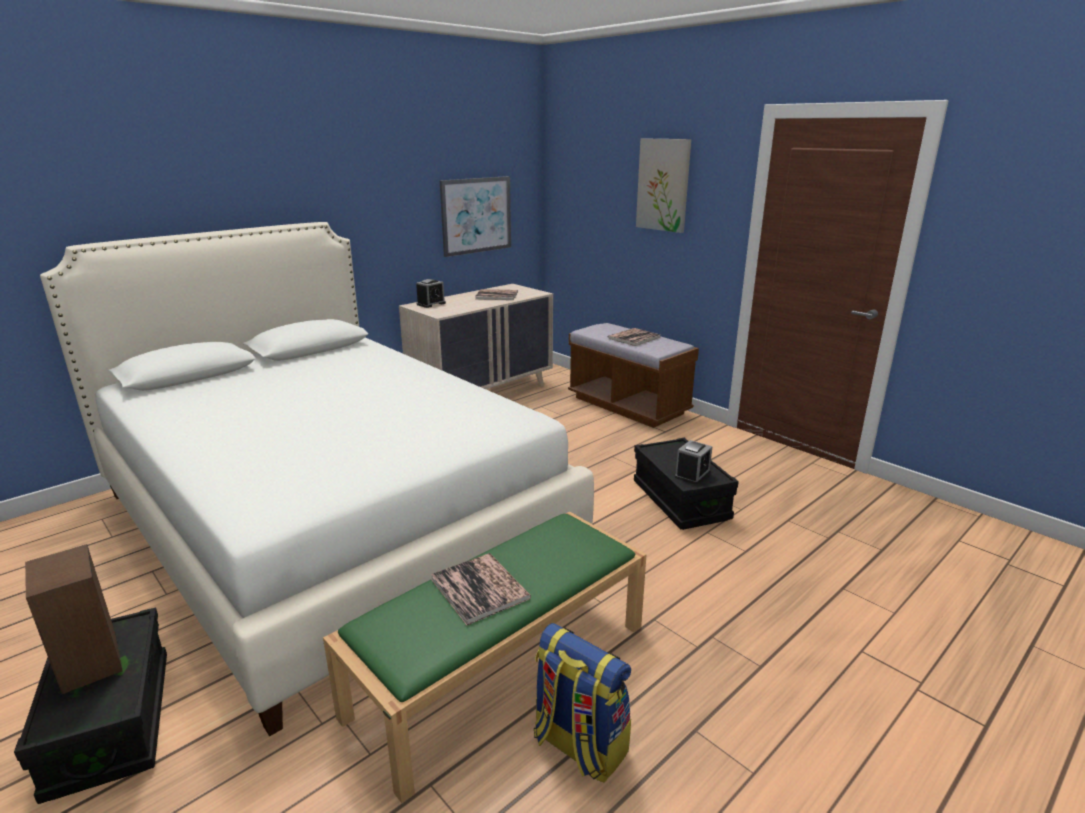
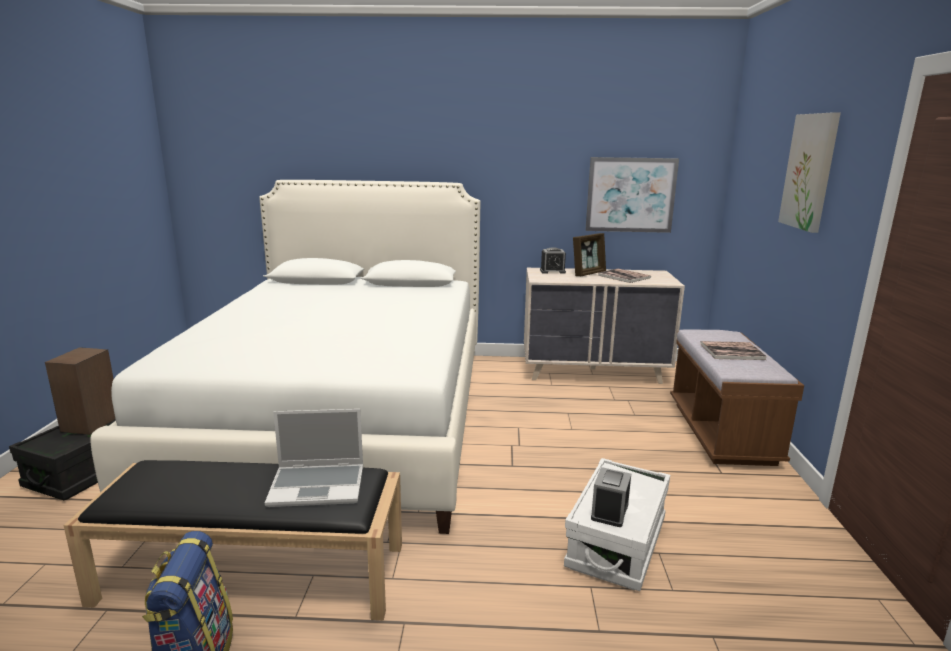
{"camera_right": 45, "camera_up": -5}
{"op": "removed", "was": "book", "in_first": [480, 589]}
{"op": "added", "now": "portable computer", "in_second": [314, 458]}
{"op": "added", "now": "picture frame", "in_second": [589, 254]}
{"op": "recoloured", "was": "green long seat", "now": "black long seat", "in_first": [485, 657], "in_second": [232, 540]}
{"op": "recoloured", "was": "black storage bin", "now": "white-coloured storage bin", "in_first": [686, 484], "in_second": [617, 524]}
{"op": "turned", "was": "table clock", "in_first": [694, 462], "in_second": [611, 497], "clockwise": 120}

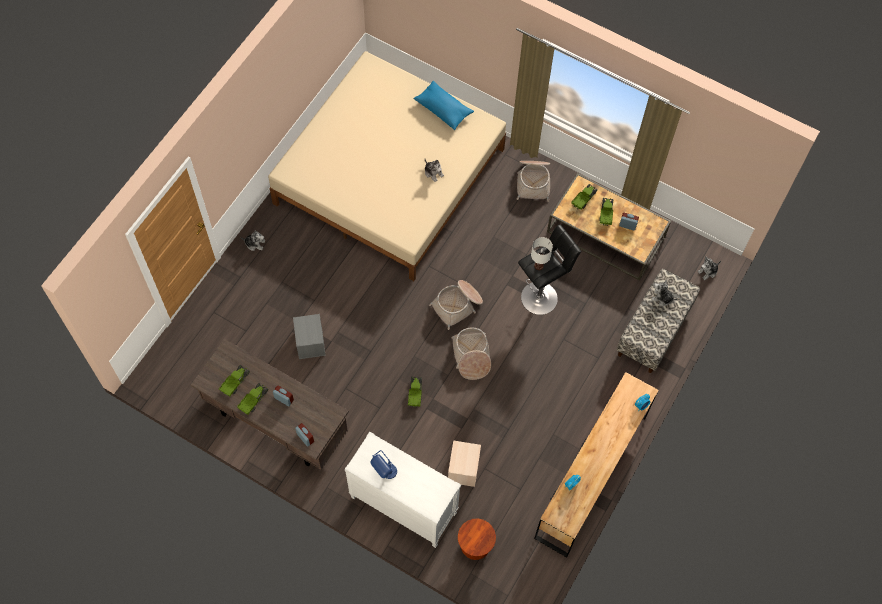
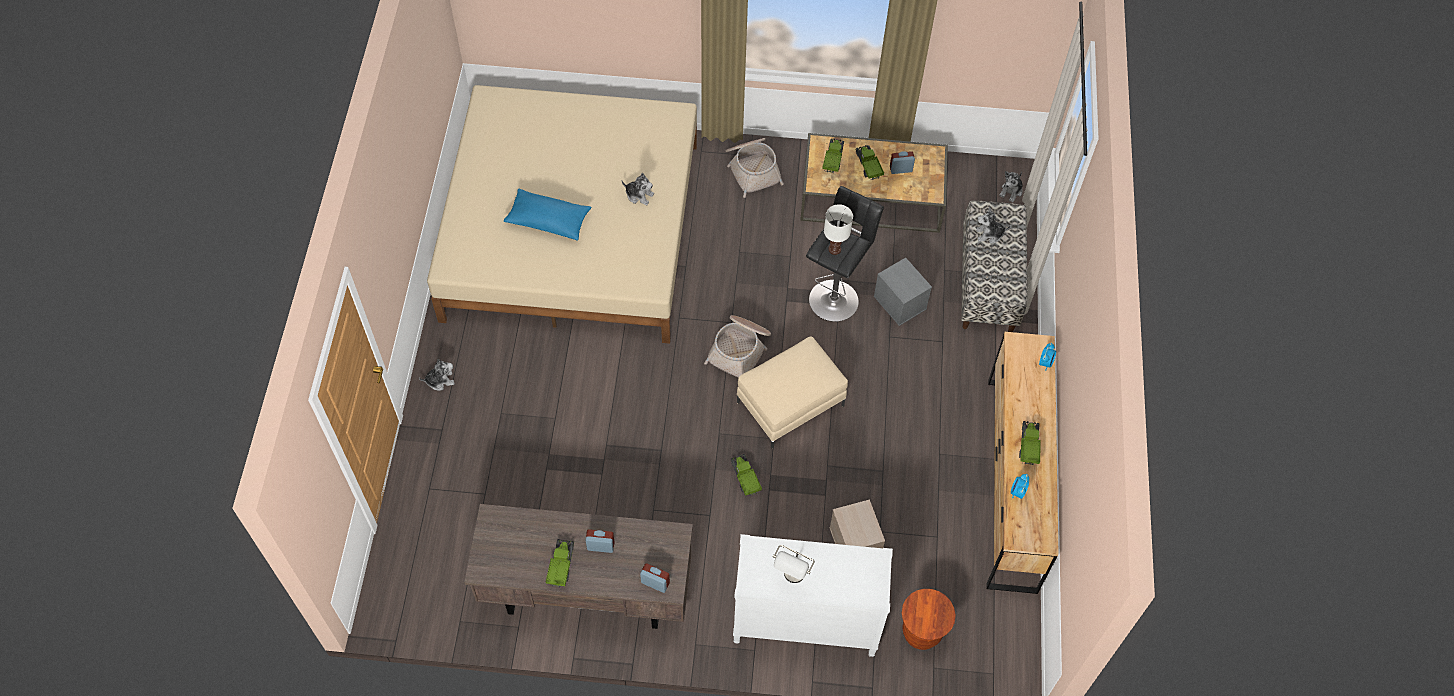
{"camera_right": -25, "camera_up": -5}
{"op": "moved", "was": "model truck", "in_first": [234, 381], "in_second": [1030, 443]}
{"op": "moved", "was": "greyish storage bin", "in_first": [309, 336], "in_second": [903, 292]}
{"op": "moved", "was": "bluish cushion", "in_first": [444, 105], "in_second": [547, 214]}
{"op": "replaced", "was": "storage basket", "now": "beige-coloured footrest", "in_first": [471, 354], "in_second": [792, 392]}
{"op": "recoloured", "was": "bluish table lamp", "now": "greyish table lamp", "in_first": [383, 464], "in_second": [794, 564]}

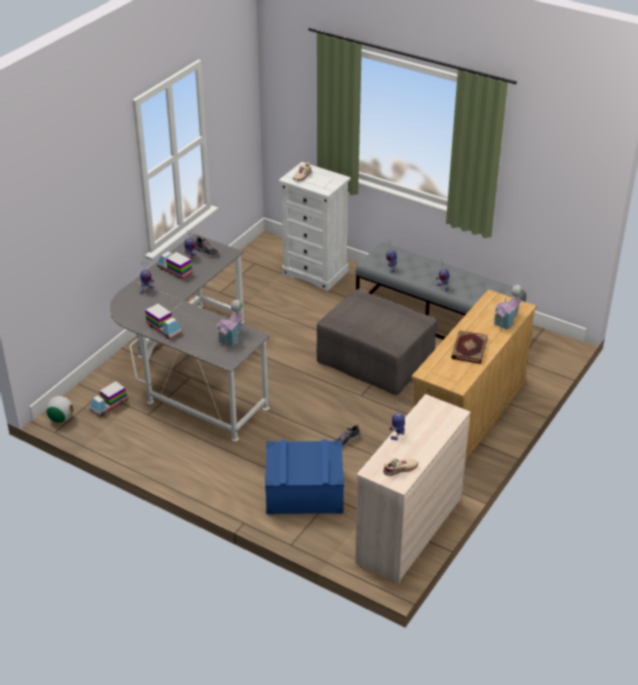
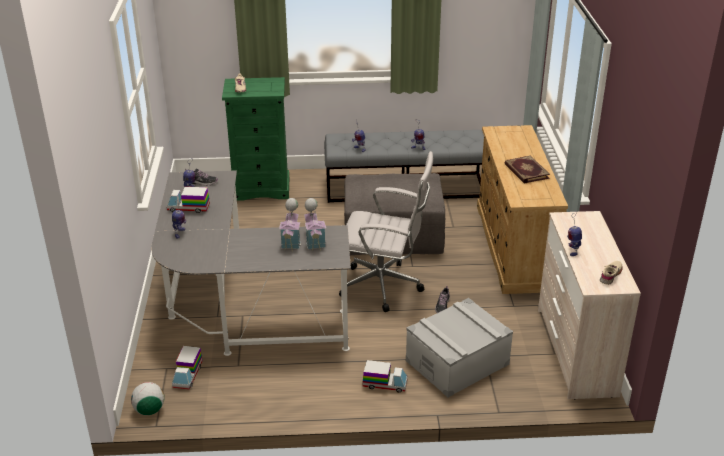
{"camera_right": -35, "camera_up": -5}
{"op": "added", "now": "white-coloured computer chair", "in_second": [386, 231]}
{"op": "moved", "was": "model truck", "in_first": [163, 321], "in_second": [385, 376]}
{"op": "moved", "was": "toy house", "in_first": [508, 307], "in_second": [290, 225]}
{"op": "recoloured", "was": "bluish storage bin", "now": "greyish storage bin", "in_first": [304, 477], "in_second": [459, 347]}
{"op": "recoloured", "was": "white-coloured dresser", "now": "green dresser", "in_first": [314, 226], "in_second": [255, 139]}

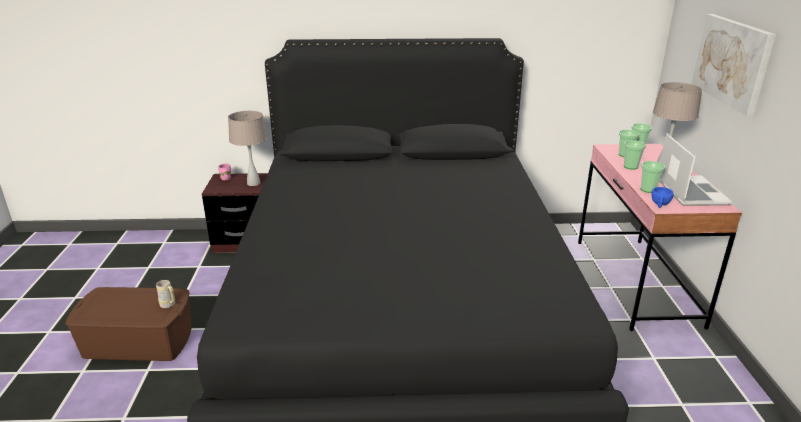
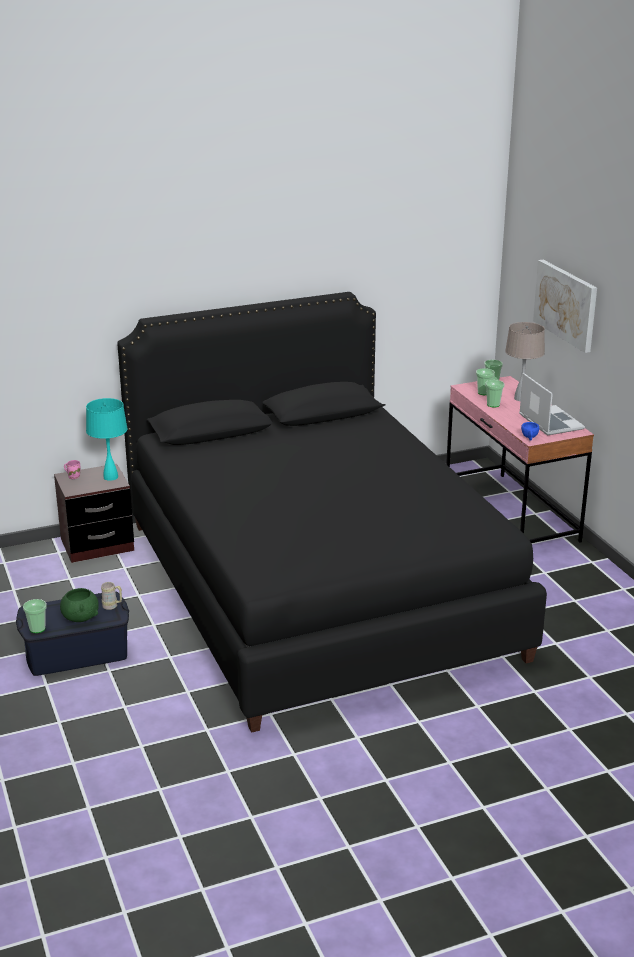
{"camera_right": -20, "camera_up": 0}
{"op": "added", "now": "green deep dish", "in_second": [79, 605]}
{"op": "moved", "was": "cup", "in_first": [653, 177], "in_second": [35, 616]}
{"op": "recoloured", "was": "brownish storage bin", "now": "bluish storage bin", "in_first": [129, 324], "in_second": [72, 633]}
{"op": "recoloured", "was": "beige-coloured table lamp", "now": "blue-green table lamp", "in_first": [247, 148], "in_second": [107, 439]}

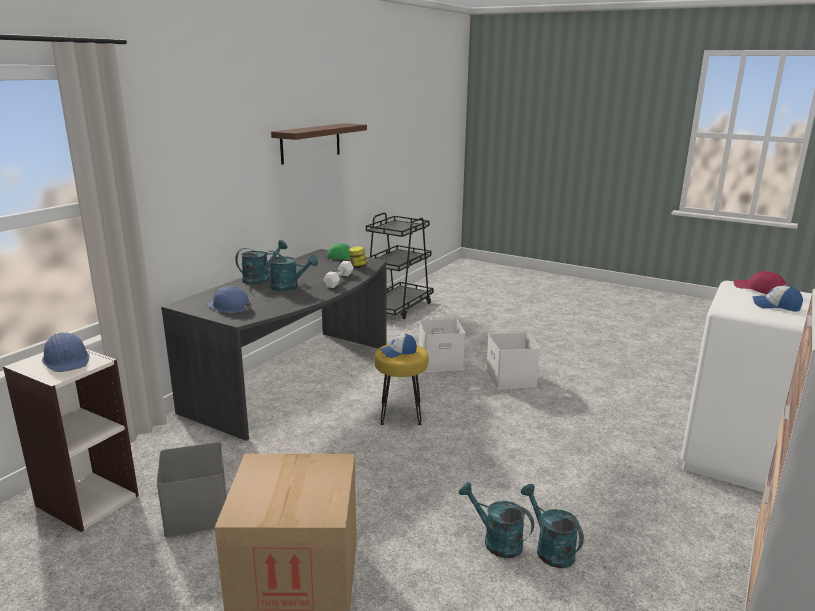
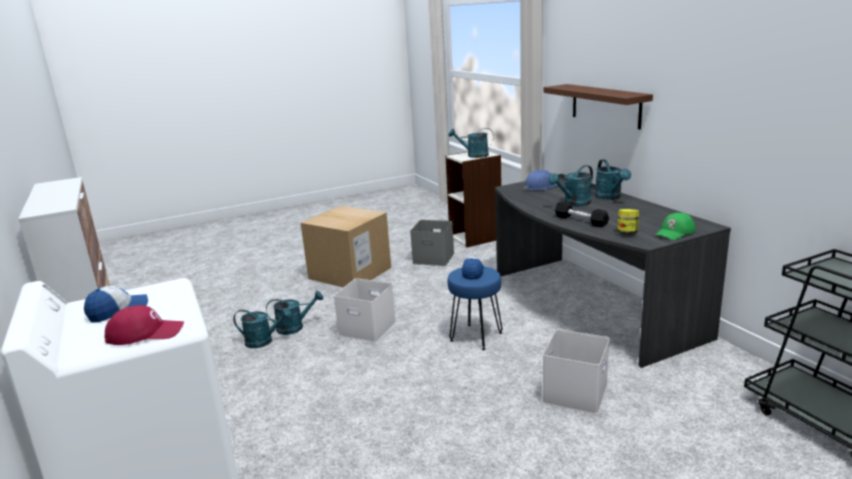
{"camera_right": 125, "camera_up": 0}
{"op": "moved", "was": "brownish shelf", "in_first": [319, 143], "in_second": [598, 106]}
{"op": "moved", "was": "white-coloured storage bin", "in_first": [513, 360], "in_second": [365, 310]}
{"op": "replaced", "was": "bluish work helmet", "now": "blue-green sprinkling can", "in_first": [65, 352], "in_second": [471, 143]}
{"op": "recoloured", "was": "white-coloured dumbbell", "now": "black dumbbell", "in_first": [338, 274], "in_second": [582, 214]}
{"op": "recoloured", "was": "yellow-coloured sitting stool", "now": "bluish sitting stool", "in_first": [401, 384], "in_second": [475, 308]}

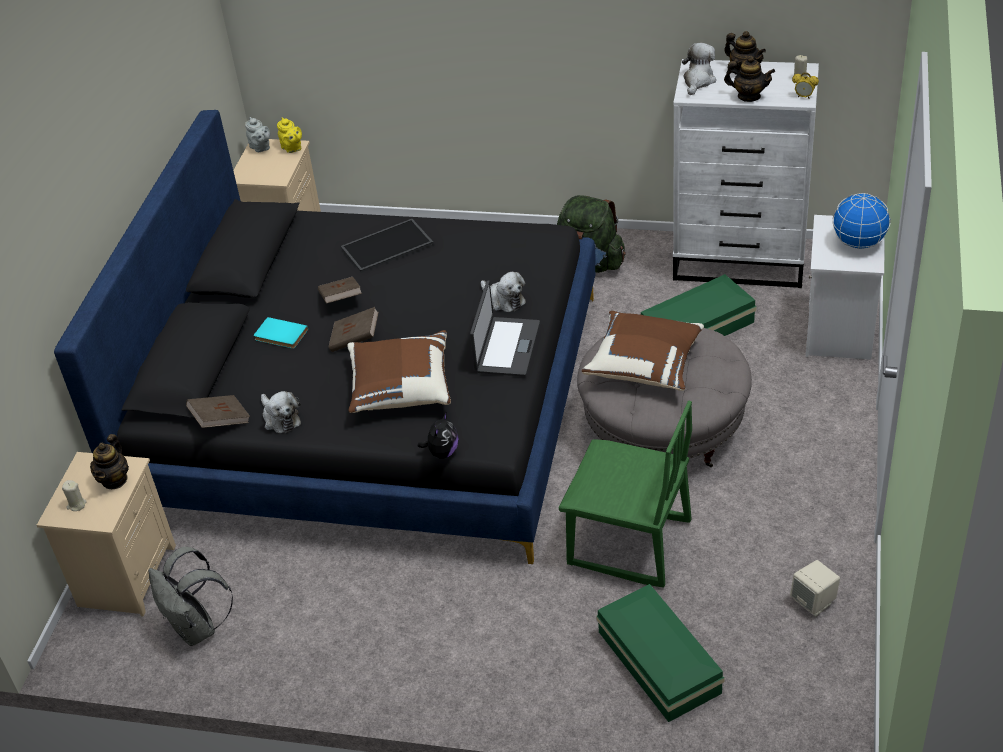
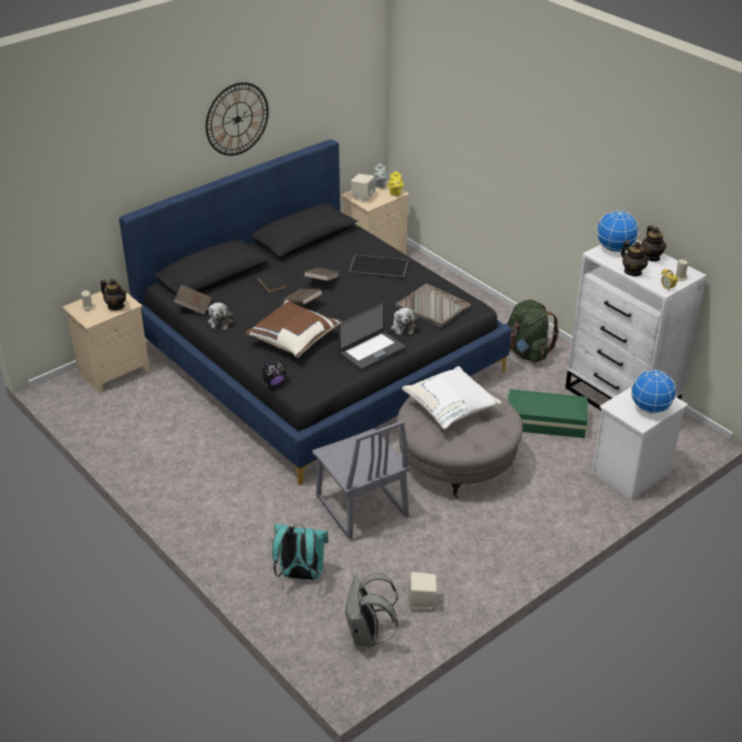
{"camera_right": 35, "camera_up": -5}
{"op": "added", "now": "hanging clock", "in_second": [237, 119]}
{"op": "added", "now": "beige-coloured audio speaker", "in_second": [363, 188]}
{"op": "added", "now": "greyish tray", "in_second": [433, 305]}
{"op": "moved", "was": "greyish rucksack", "in_first": [190, 596], "in_second": [371, 610]}
{"op": "replaced", "was": "green storage bin", "now": "blue-green rucksack", "in_first": [660, 653], "in_second": [300, 552]}
{"op": "replaced", "was": "cuddly toy", "now": "world globe", "in_first": [699, 69], "in_second": [617, 231]}
{"op": "recoloured", "was": "blue-green book", "now": "black book", "in_first": [281, 333], "in_second": [272, 281]}
{"op": "recoloured", "was": "green chair", "now": "greyish chair", "in_first": [625, 494], "in_second": [361, 480]}
{"op": "recoloured", "was": "brownish cushion", "now": "white-coloured cushion", "in_first": [643, 351], "in_second": [452, 398]}
{"op": "turned", "was": "pot for tea", "in_first": [109, 461], "in_second": [113, 294], "clockwise": -105}

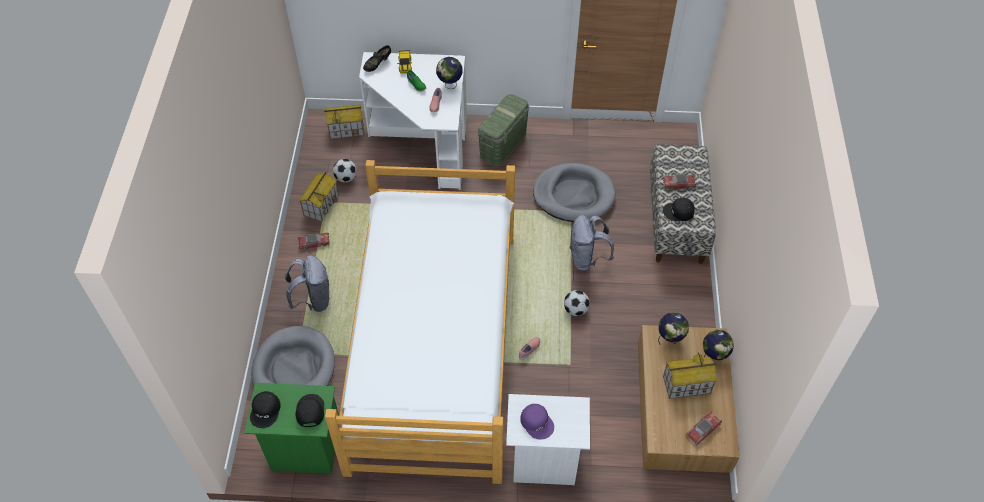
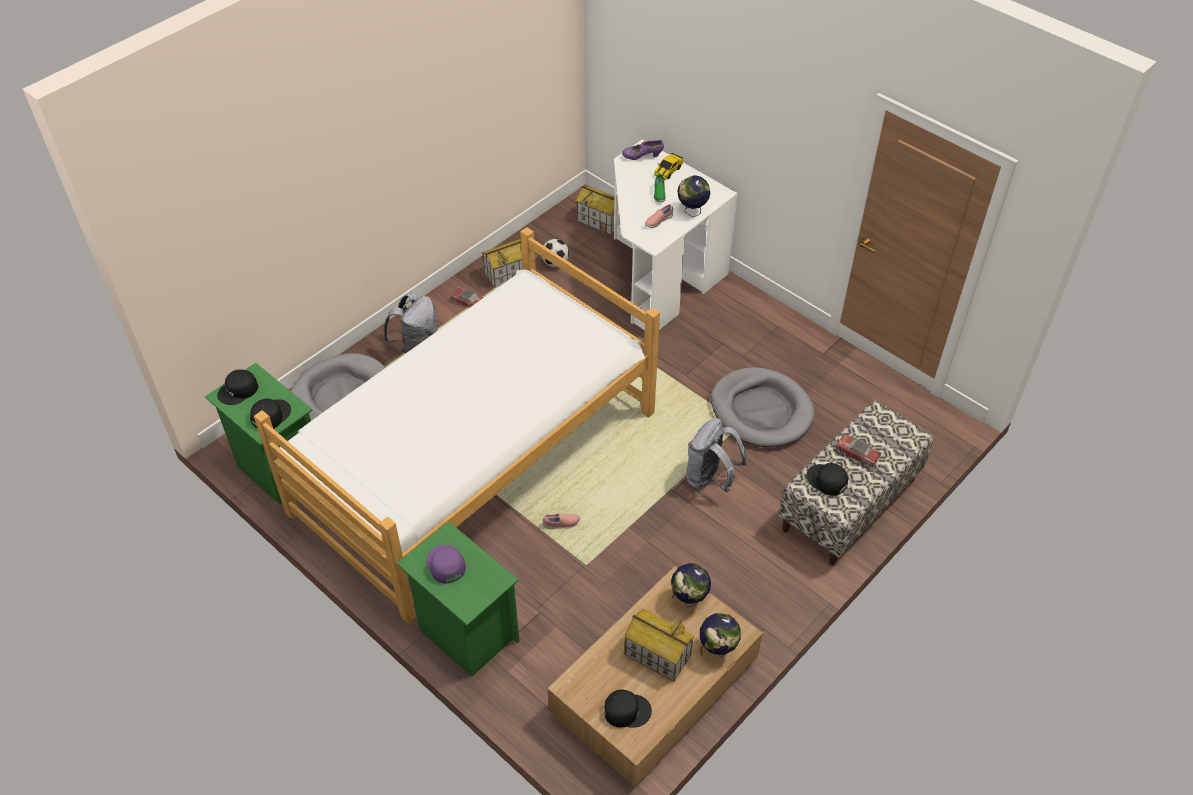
{"camera_right": 40, "camera_up": -5}
{"op": "removed", "was": "green storage bin", "in_first": [503, 130]}
{"op": "removed", "was": "football", "in_first": [577, 303]}
{"op": "replaced", "was": "model car", "now": "black cap", "in_first": [704, 428], "in_second": [628, 709]}
{"op": "recoloured", "was": "black shoe", "now": "purplish shoe", "in_first": [377, 58], "in_second": [643, 150]}
{"op": "recoloured", "was": "white-coloured night table", "now": "green night table", "in_first": [548, 439], "in_second": [458, 599]}
{"op": "turned", "was": "purplish cap", "in_first": [537, 421], "in_second": [446, 564], "clockwise": 150}

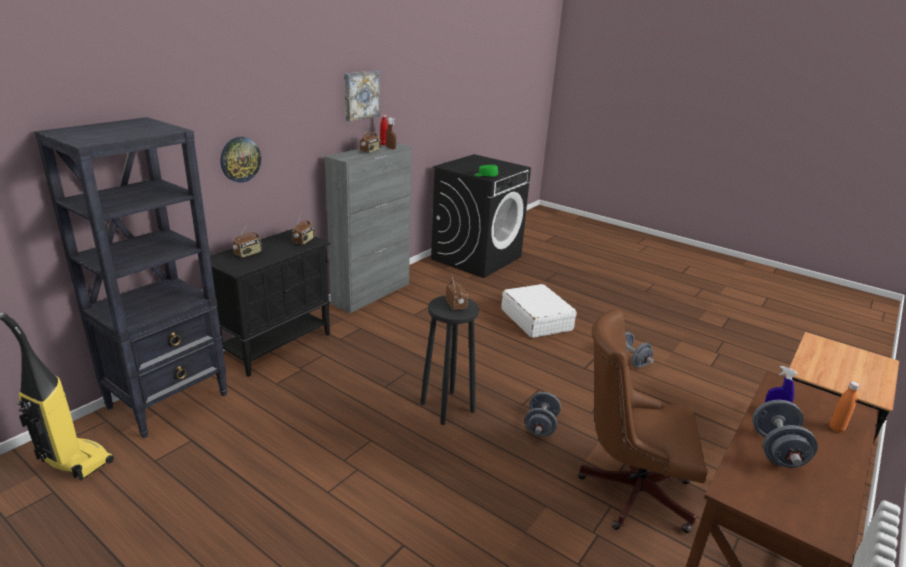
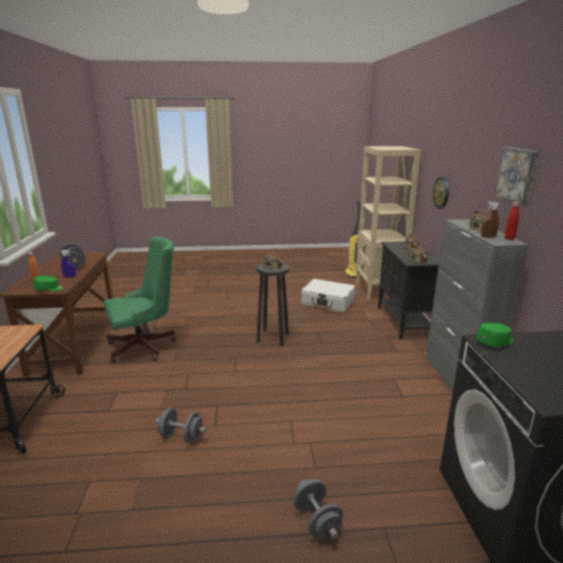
{"camera_right": 140, "camera_up": -5}
{"op": "added", "now": "green cap", "in_second": [49, 283]}
{"op": "moved", "was": "white-coloured suitcase", "in_first": [539, 311], "in_second": [328, 296]}
{"op": "moved", "was": "greyish dumbbell", "in_first": [542, 414], "in_second": [318, 509]}
{"op": "recoloured", "was": "black bookshelf", "now": "beige-coloured bookshelf", "in_first": [131, 277], "in_second": [388, 223]}
{"op": "recoloured", "was": "brownish computer chair", "now": "green computer chair", "in_first": [643, 421], "in_second": [140, 299]}

